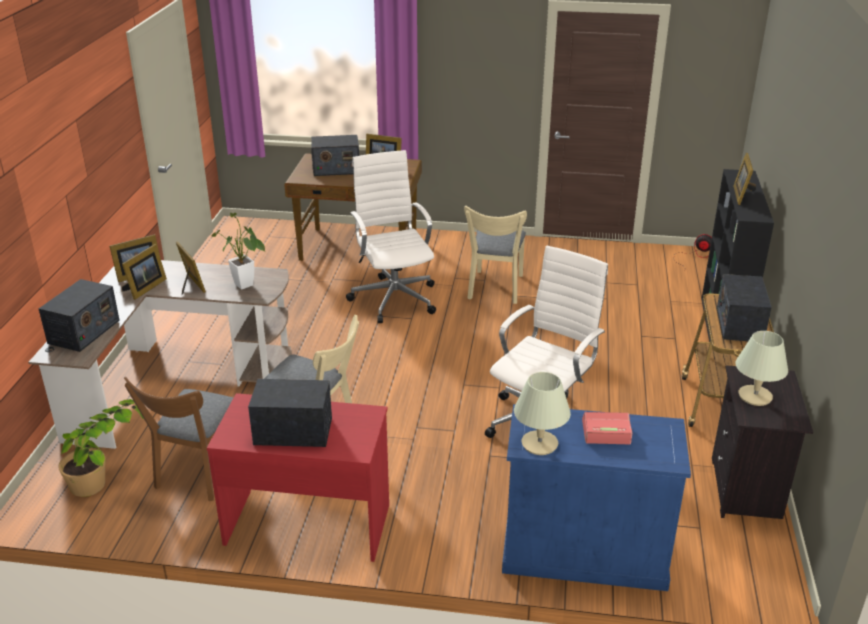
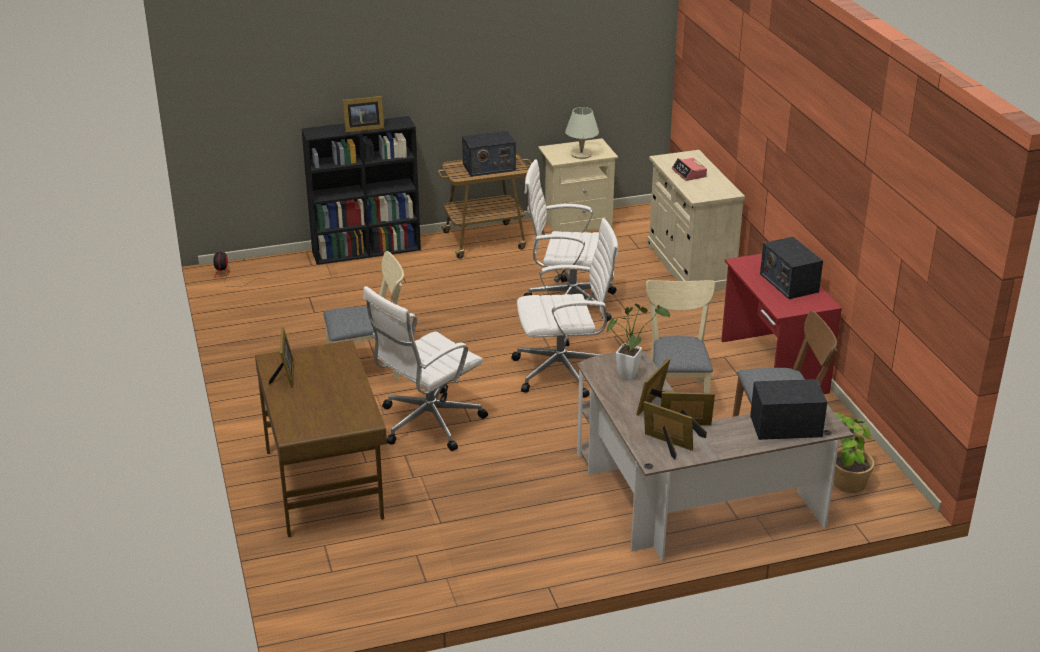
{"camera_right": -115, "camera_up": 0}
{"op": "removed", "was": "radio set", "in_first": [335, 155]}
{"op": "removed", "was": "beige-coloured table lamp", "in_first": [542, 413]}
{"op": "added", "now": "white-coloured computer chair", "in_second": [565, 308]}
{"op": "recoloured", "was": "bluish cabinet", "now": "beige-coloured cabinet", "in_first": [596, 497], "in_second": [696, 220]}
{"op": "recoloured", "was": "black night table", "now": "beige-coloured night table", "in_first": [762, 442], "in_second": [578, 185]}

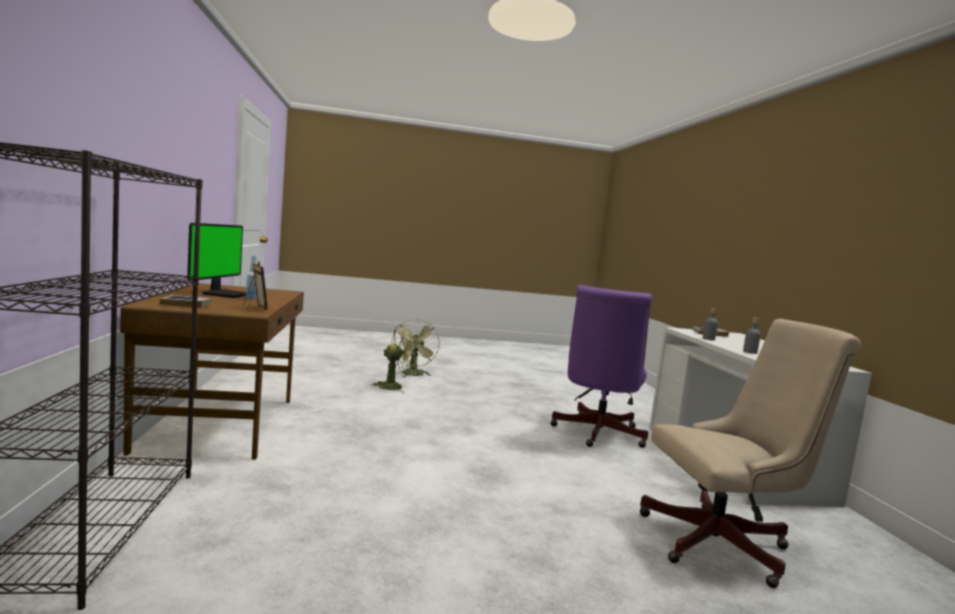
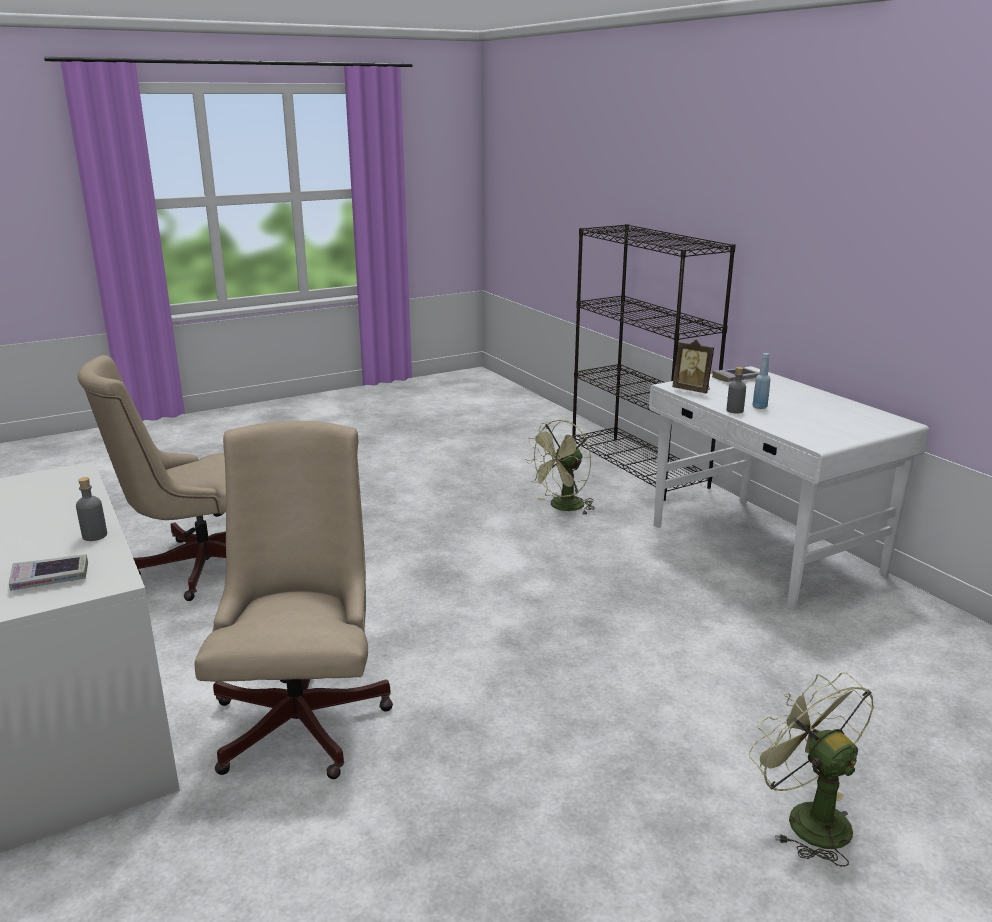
{"camera_right": 160, "camera_up": 15}
{"op": "removed", "was": "monitor", "in_first": [216, 260]}
{"op": "moved", "was": "green fan", "in_first": [394, 359], "in_second": [560, 467]}
{"op": "moved", "was": "greyish drink bottle", "in_first": [752, 335], "in_second": [736, 390]}
{"op": "recoloured", "was": "brownish desk unit", "now": "white-coloured desk unit", "in_first": [212, 371], "in_second": [789, 488]}
{"op": "recoloured", "was": "purplish computer chair", "now": "beige-coloured computer chair", "in_first": [601, 366], "in_second": [294, 600]}

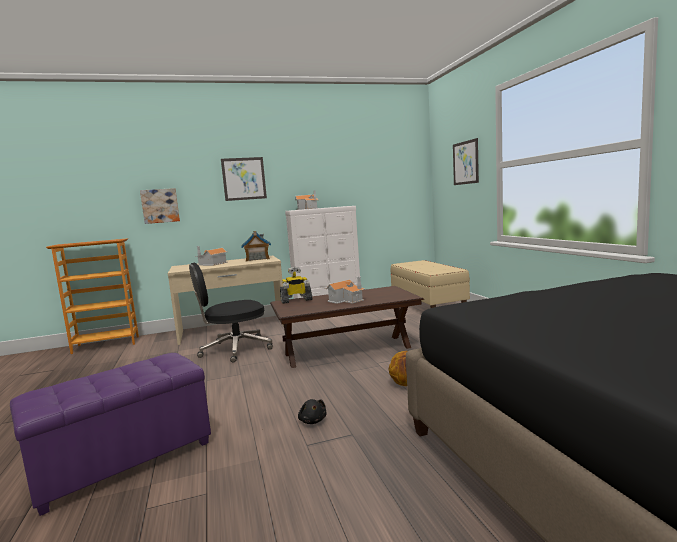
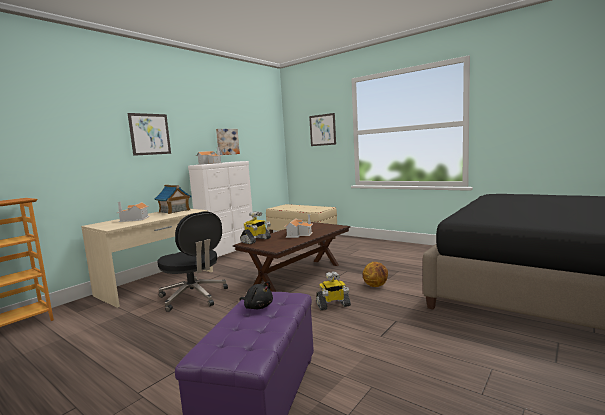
{"camera_right": -35, "camera_up": 0}
{"op": "added", "now": "model robot", "in_second": [333, 290]}
{"op": "moved", "was": "picture", "in_first": [160, 206], "in_second": [228, 142]}
{"op": "moved", "was": "black cuddly toy", "in_first": [312, 411], "in_second": [256, 295]}
{"op": "turned", "was": "black computer chair", "in_first": [231, 313], "in_second": [192, 261], "clockwise": -75}

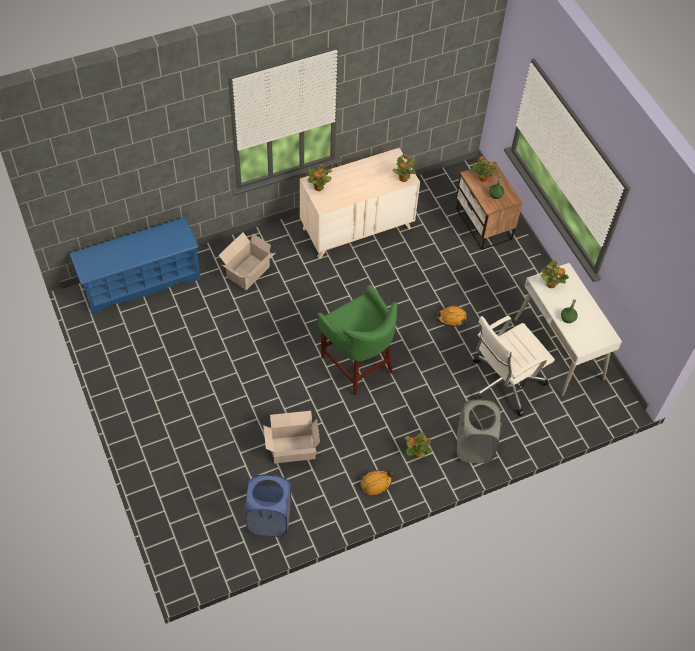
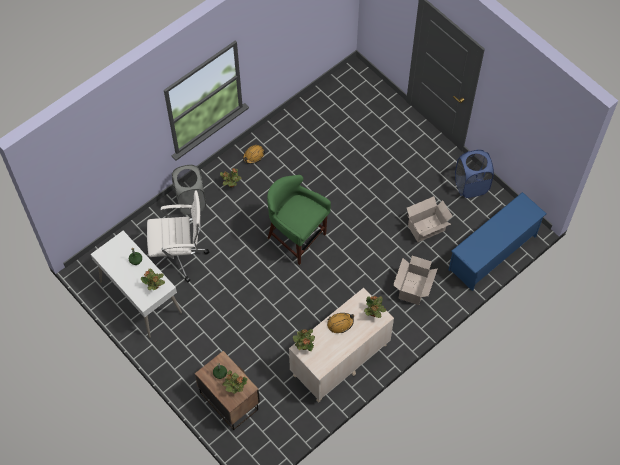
{"camera_right": 165, "camera_up": 5}
{"op": "moved", "was": "bluish washing basket", "in_first": [268, 505], "in_second": [474, 173]}
{"op": "moved", "was": "cardboard box", "in_first": [291, 437], "in_second": [429, 219]}
{"op": "moved", "was": "orangey work helmet", "in_first": [452, 316], "in_second": [340, 323]}
{"op": "turned", "was": "white-coloured computer chair", "in_first": [514, 366], "in_second": [178, 236], "clockwise": 45}

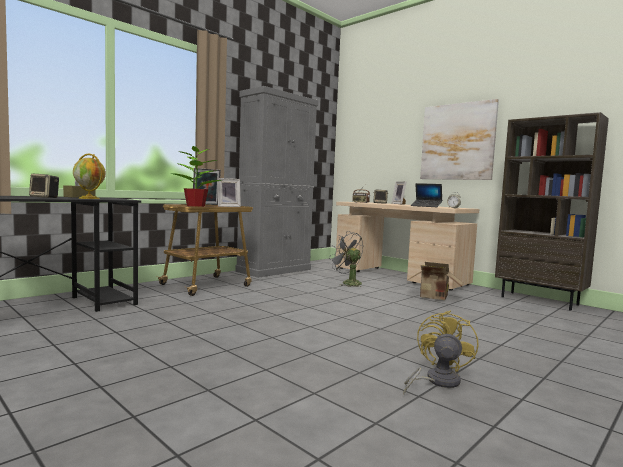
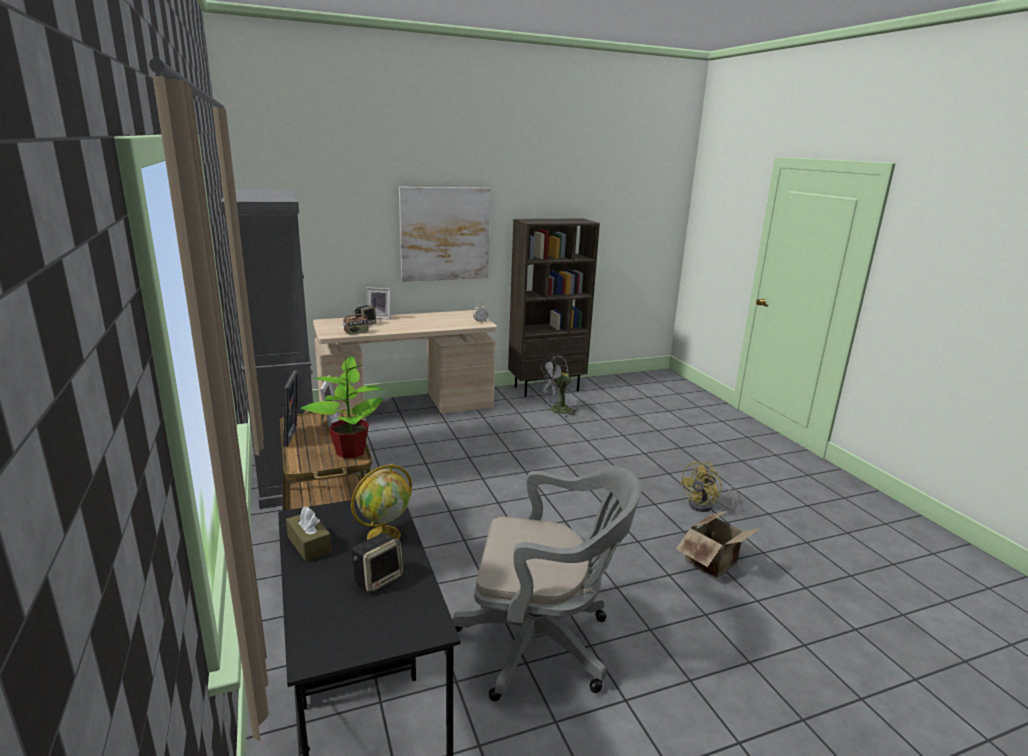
{"camera_right": -65, "camera_up": 15}
{"op": "removed", "was": "portable computer", "in_first": [426, 195]}
{"op": "added", "now": "greyish computer chair", "in_second": [547, 583]}
{"op": "moved", "was": "greyish fan", "in_first": [346, 259], "in_second": [559, 386]}
{"op": "moved", "was": "cardboard box", "in_first": [435, 281], "in_second": [718, 544]}
{"op": "turned", "was": "yellow-coloured fan", "in_first": [440, 352], "in_second": [710, 486], "clockwise": -90}

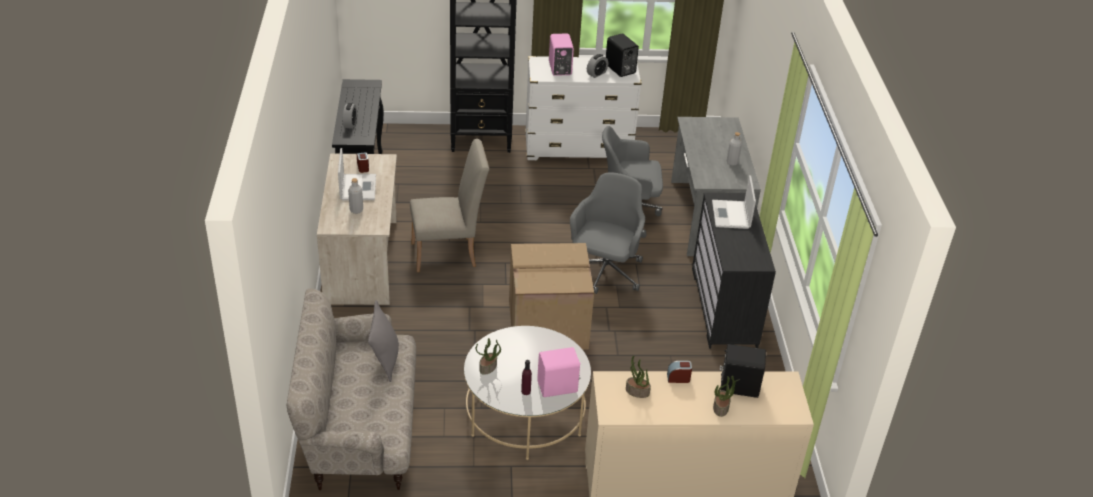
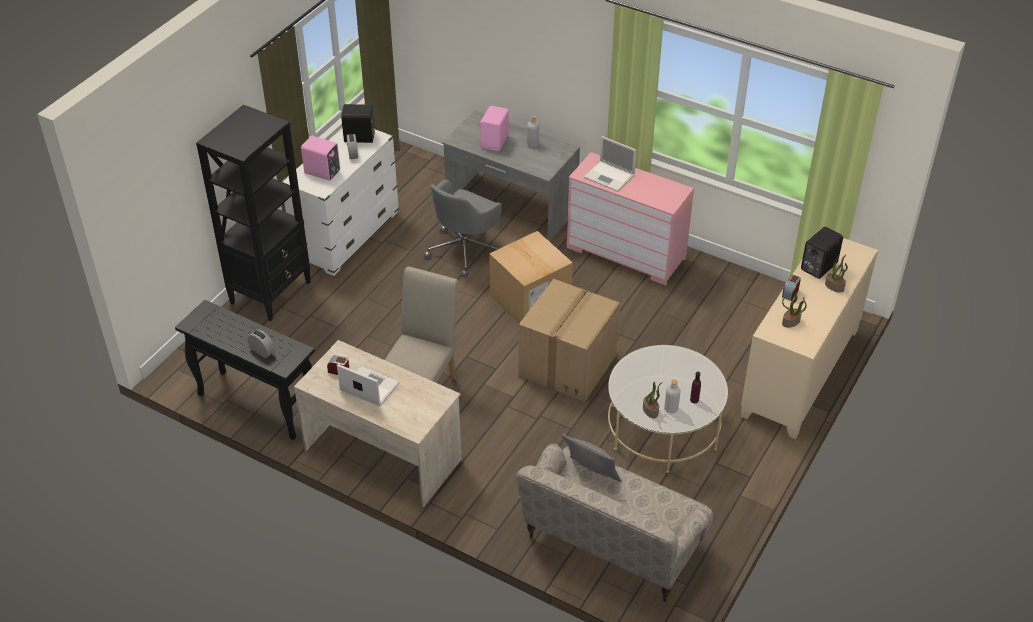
{"camera_right": -55, "camera_up": 5}
{"op": "moved", "was": "greyish drink bottle", "in_first": [355, 196], "in_second": [672, 396]}
{"op": "moved", "was": "pinkish audio speaker", "in_first": [559, 372], "in_second": [494, 128]}
{"op": "replaced", "was": "greyish computer chair", "now": "cardboard box", "in_first": [607, 233], "in_second": [531, 277]}
{"op": "recoloured", "was": "black dresser", "now": "pinkish dresser", "in_first": [734, 271], "in_second": [630, 218]}

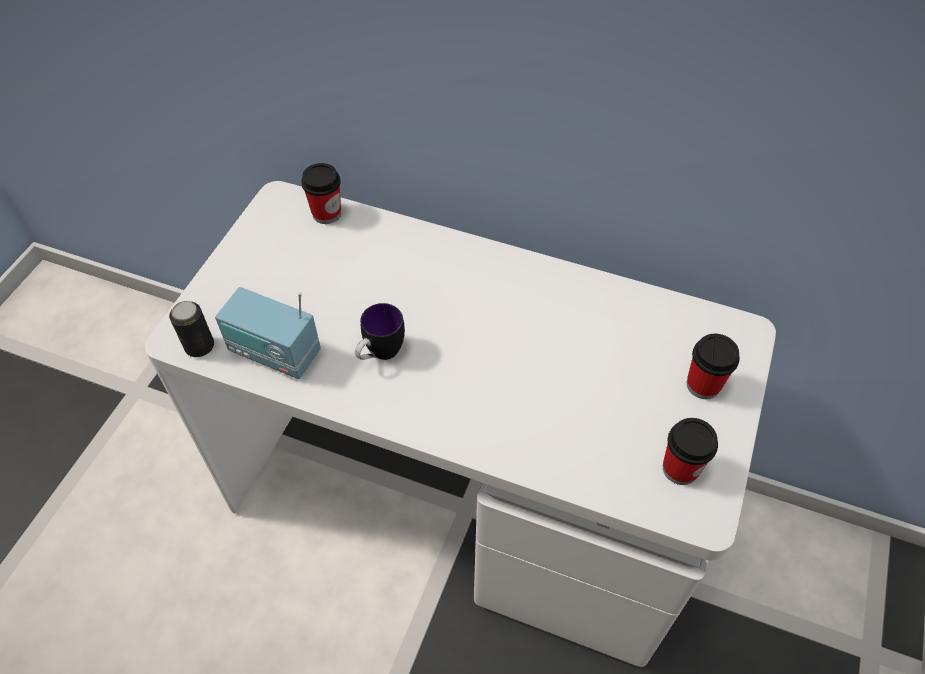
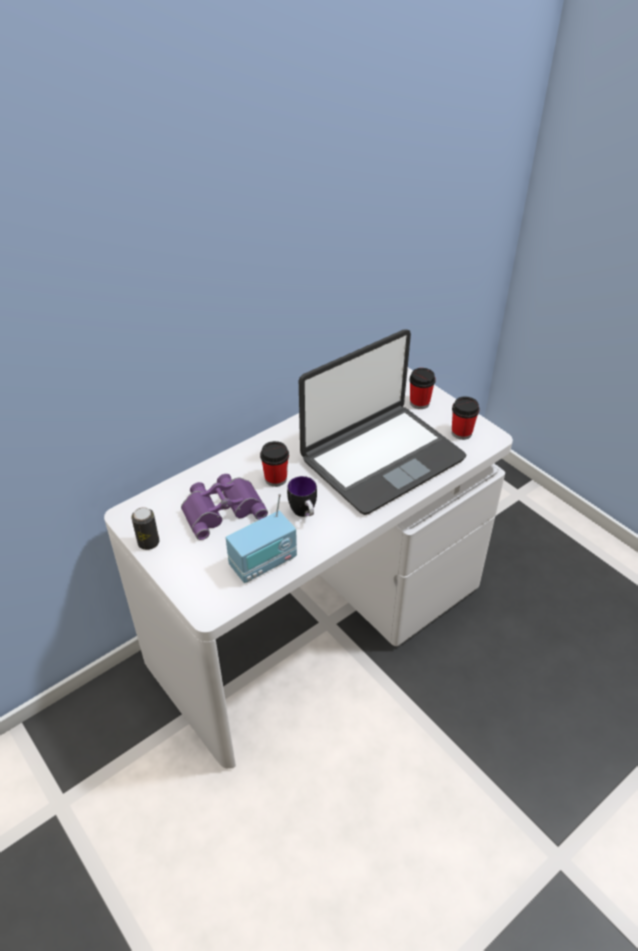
{"camera_right": -60, "camera_up": -10}
{"op": "added", "now": "purplish field glasses", "in_second": [224, 507]}
{"op": "added", "now": "portable computer", "in_second": [383, 422]}
{"op": "moved", "was": "can", "in_first": [191, 329], "in_second": [145, 528]}
{"op": "moved", "was": "cup", "in_first": [321, 193], "in_second": [274, 464]}

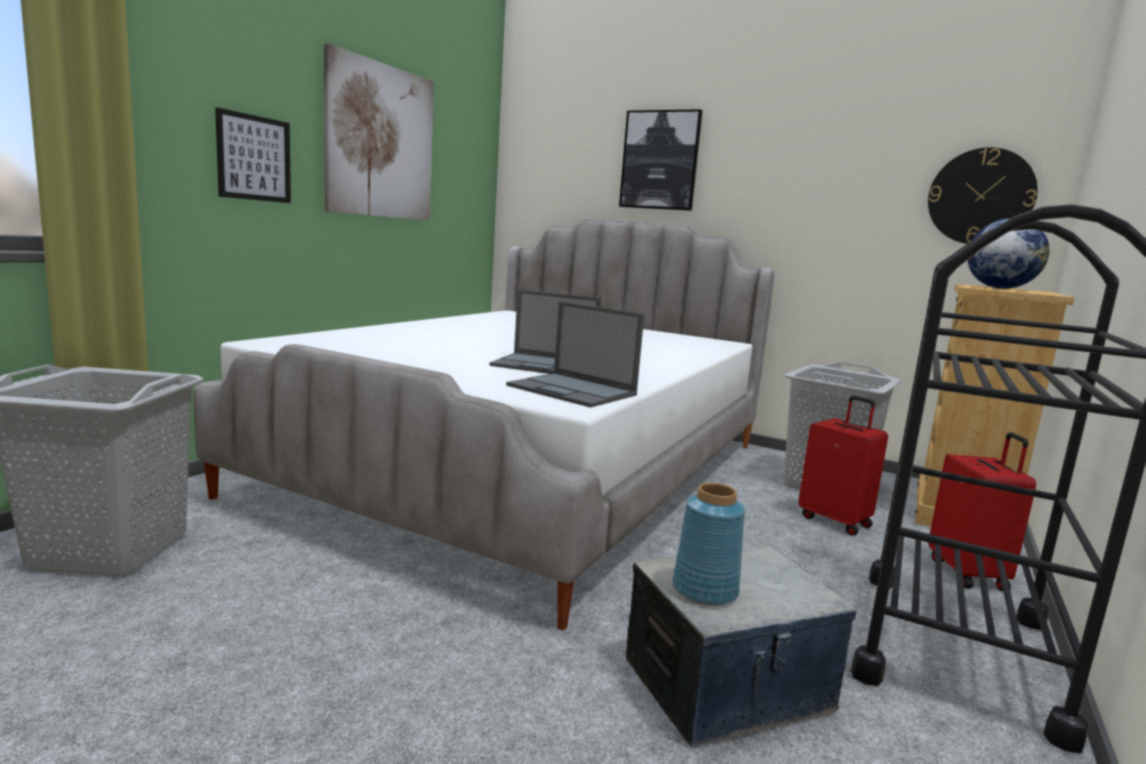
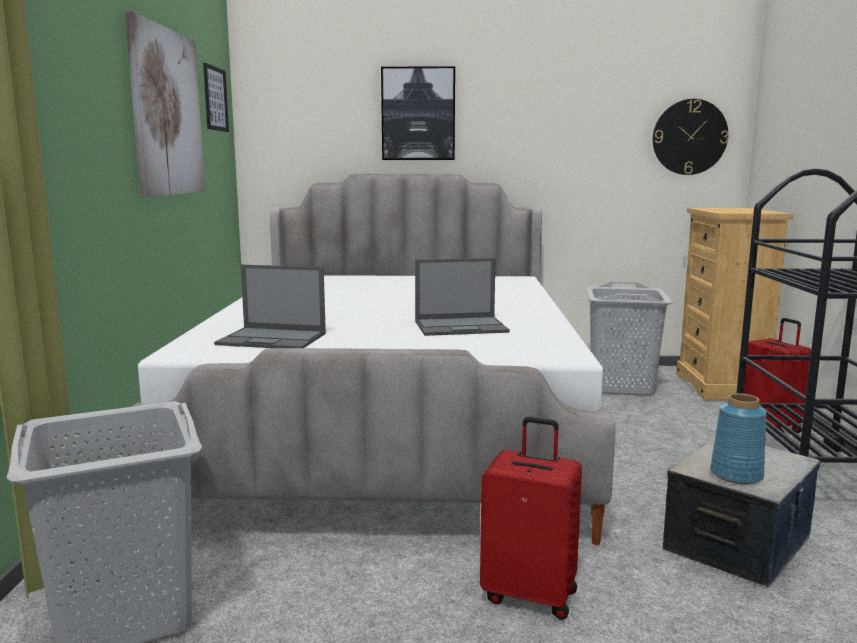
{"camera_right": -25, "camera_up": 0}
{"op": "removed", "was": "world globe", "in_first": [1008, 253]}
{"op": "moved", "was": "picture", "in_first": [253, 155], "in_second": [216, 97]}
{"op": "moved", "was": "portable computer", "in_first": [575, 354], "in_second": [270, 306]}
{"op": "moved", "was": "red suitcase", "in_first": [843, 466], "in_second": [531, 518]}

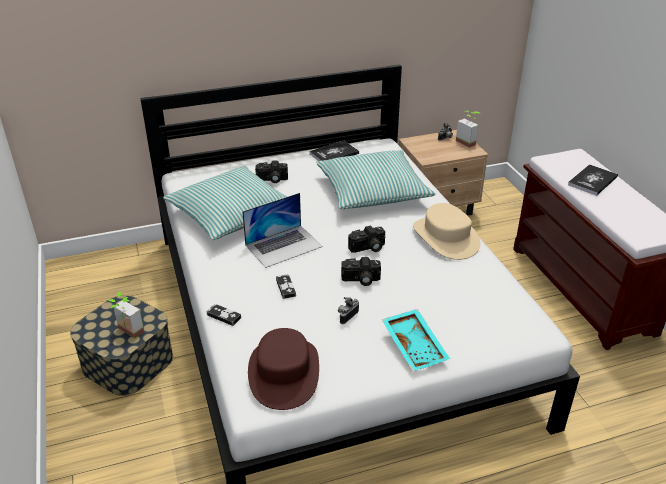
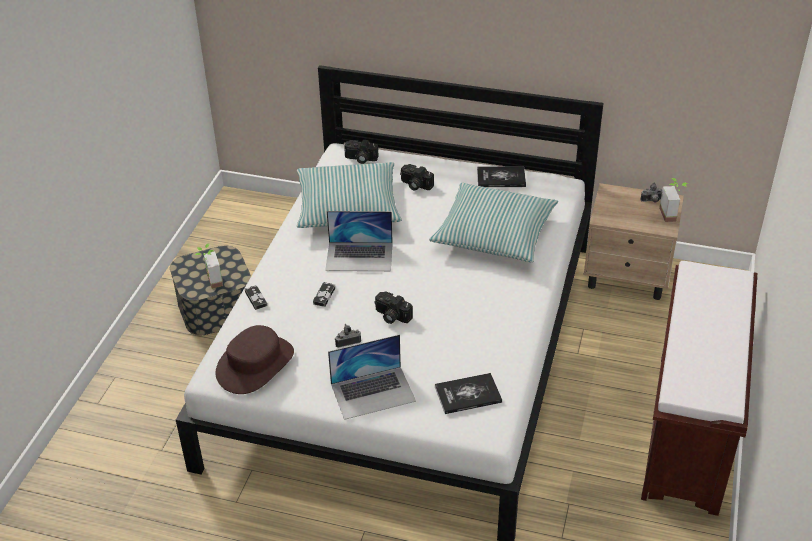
{"camera_right": 35, "camera_up": 5}
{"op": "removed", "was": "beige-coloured hat", "in_first": [446, 231]}
{"op": "moved", "was": "photo camera", "in_first": [366, 239], "in_second": [361, 152]}
{"op": "moved", "was": "book", "in_first": [593, 180], "in_second": [468, 393]}
{"op": "replaced", "was": "blue-green tray", "now": "portable computer", "in_first": [416, 340], "in_second": [372, 377]}

